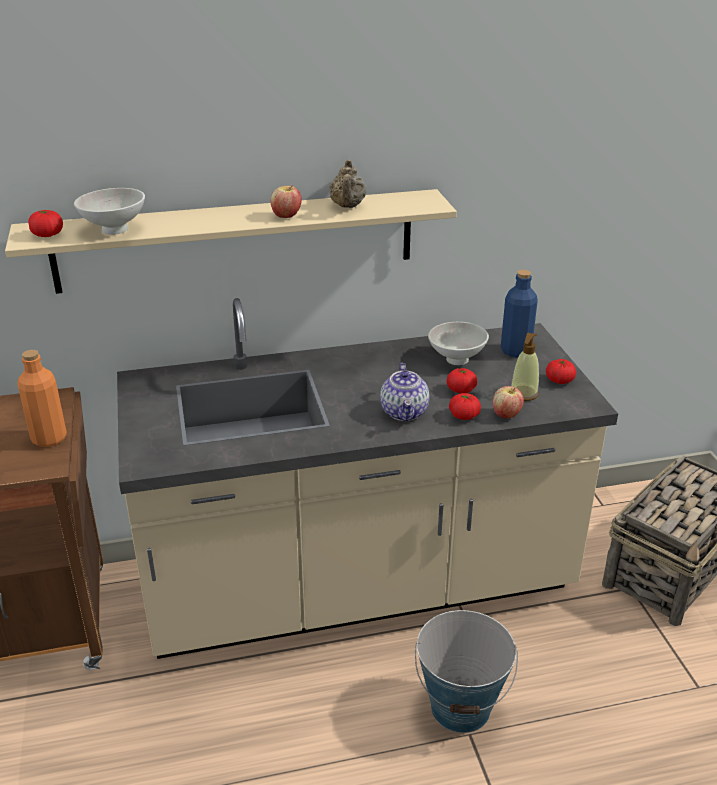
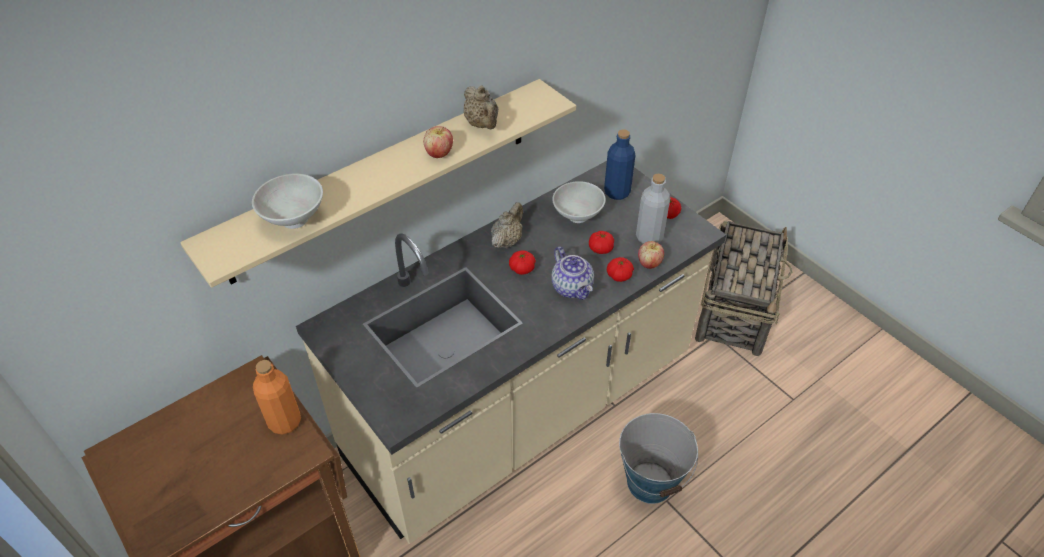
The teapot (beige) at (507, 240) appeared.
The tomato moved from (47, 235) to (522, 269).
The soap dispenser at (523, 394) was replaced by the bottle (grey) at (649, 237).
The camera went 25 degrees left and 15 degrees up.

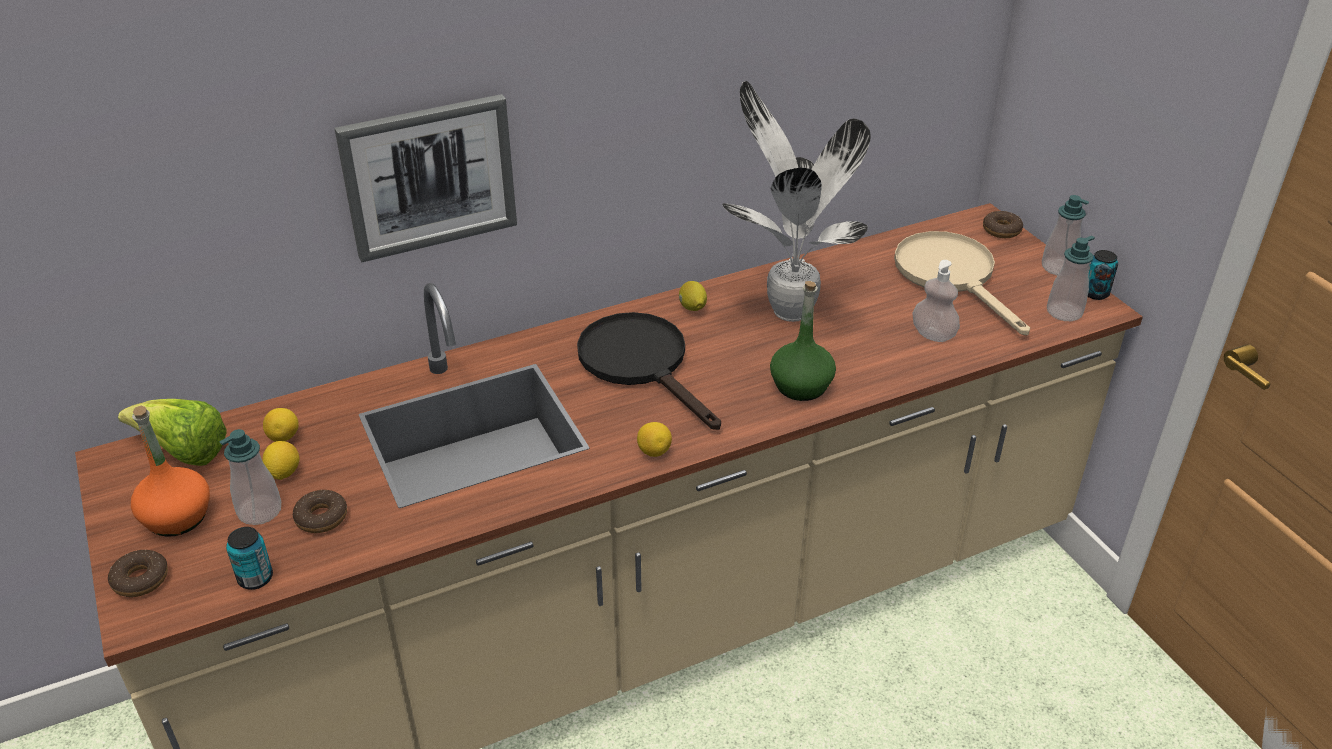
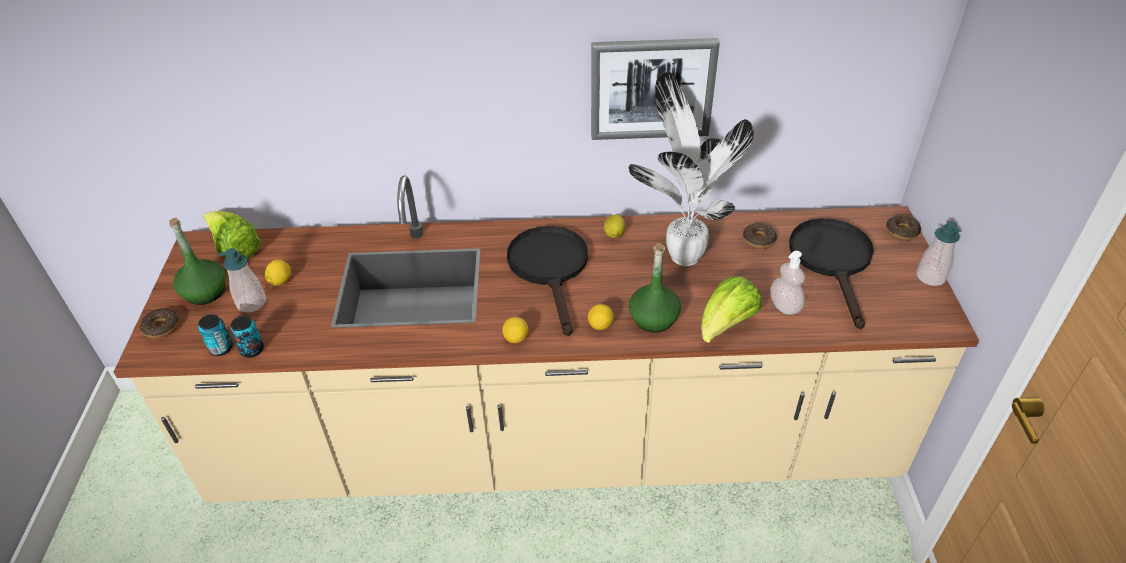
The bottle (orange) at (177, 517) became the bottle (green) at (205, 292).
The can moved from (1095, 293) to (252, 350).
The lemon moved from (284, 437) to (600, 325).
The picture moved from (429, 176) to (652, 88).
The lettuce at (725, 326) appeared.
The donut moved from (321, 517) to (758, 240).
The frying pan (beige) at (952, 276) became the frying pan (black) at (833, 261).
The soap dispenser at (1064, 312) disappeared.
The camera went 25 degrees right and 5 degrees up.

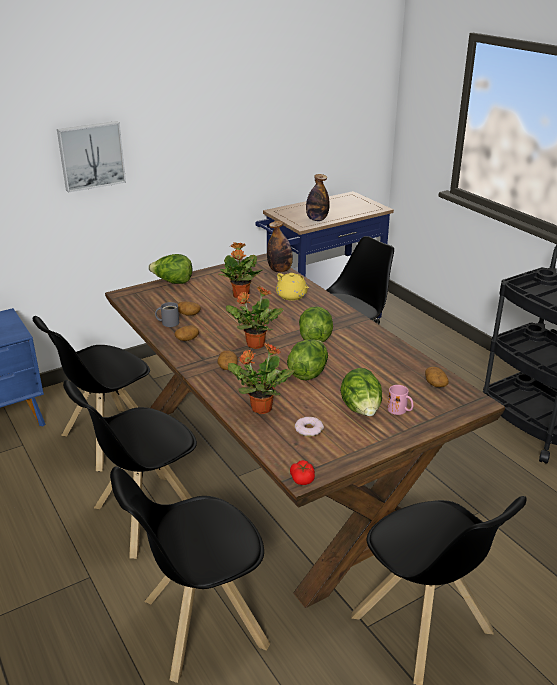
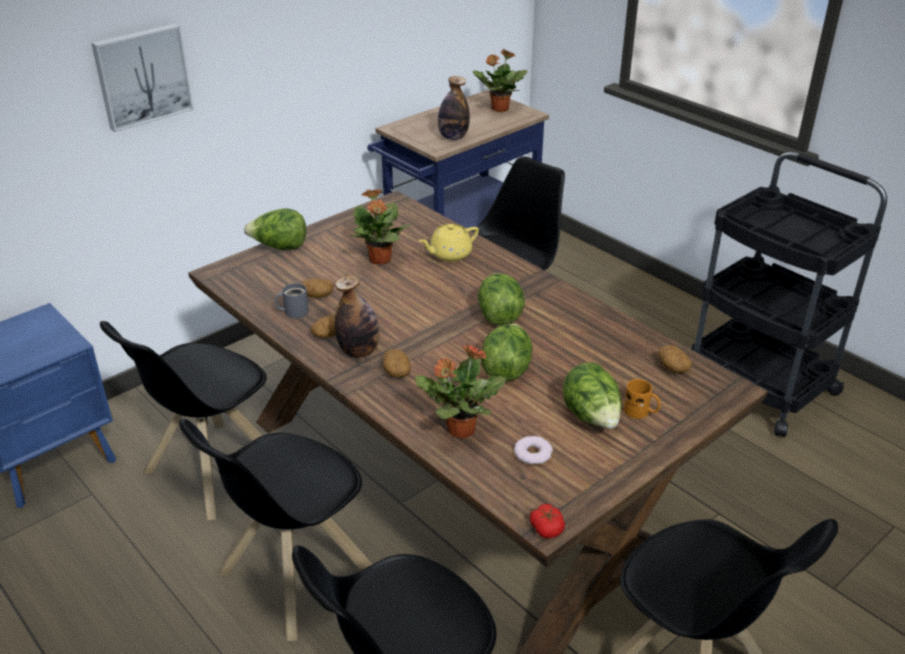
The bottle moved from (280, 270) to (359, 351).
The teapot (yellow) at (292, 296) turned 105 degrees clockwise.
The potted plant moved from (254, 344) to (499, 109).
The mug (pink) at (400, 411) became the mug (orange) at (641, 412).
The camera went 10 degrees left and 5 degrees up.

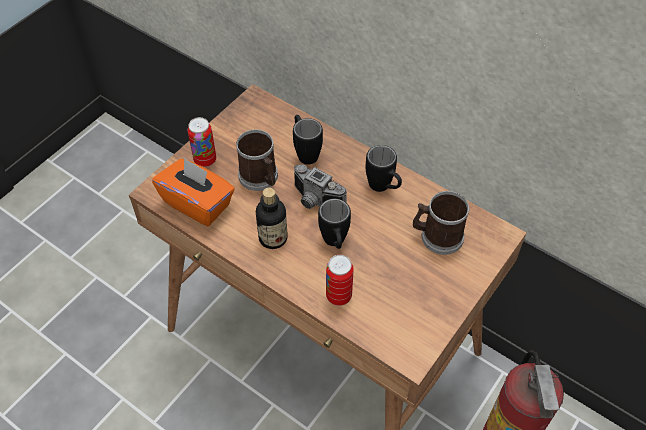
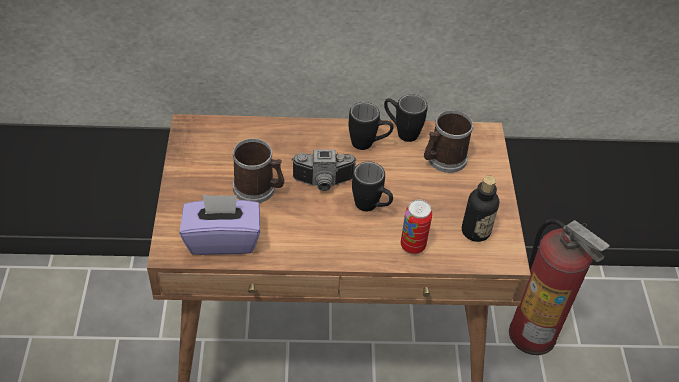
The tissue box (orange) at (198, 203) became the tissue box (purple) at (222, 239).
The mug (black) moved from (305, 152) to (401, 132).
The bottle moved from (273, 238) to (475, 231).
The can at (205, 160) disappeared.
The camera went 40 degrees left and 5 degrees down.

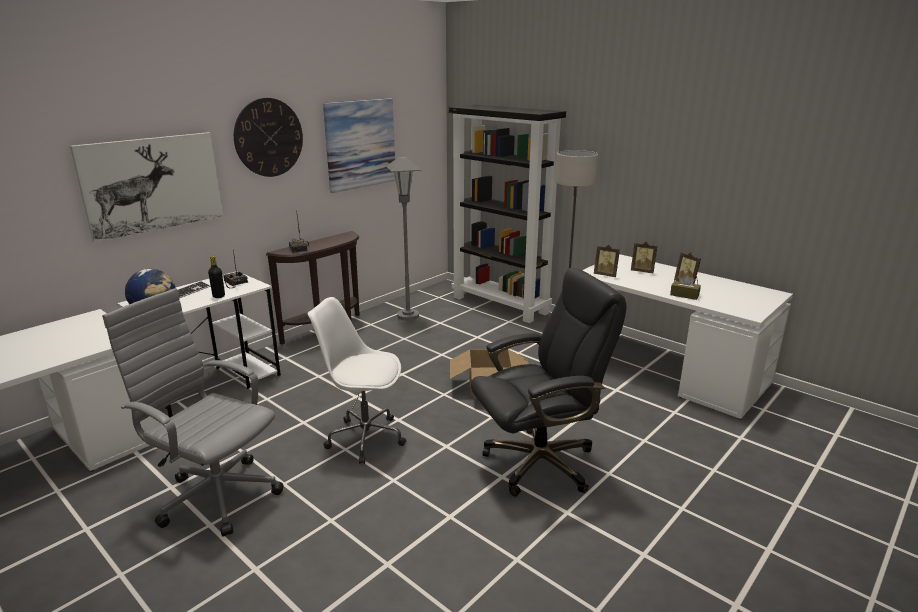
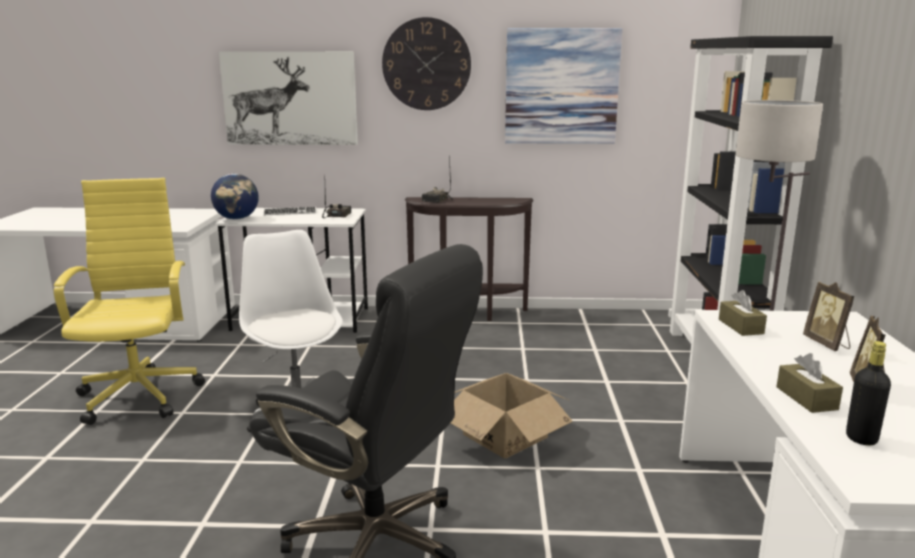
The office chair (grey) at (215, 495) became the office chair (yellow) at (140, 394).
The picture frame at (606, 275) was replaced by the tissue box (brown) at (740, 326).
The bottle (black) moved from (219, 296) to (861, 438).
The floor lamp (grey) at (408, 316) disappeared.
The camera went 50 degrees right and 5 degrees down.

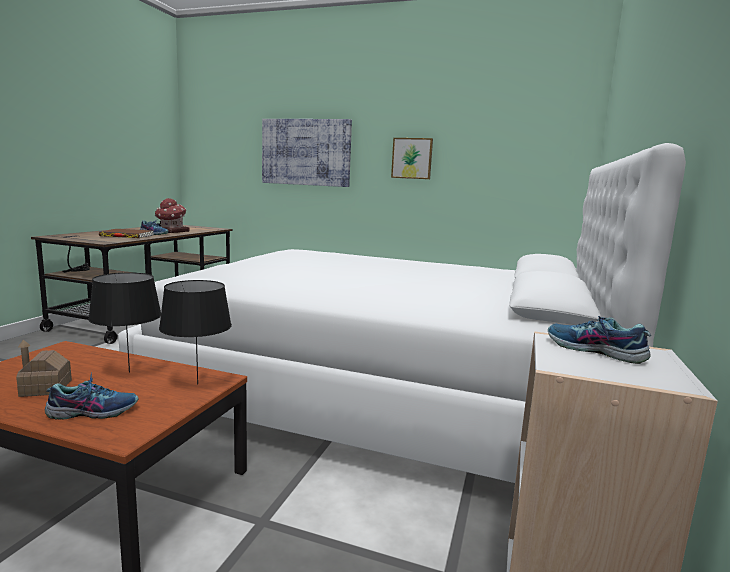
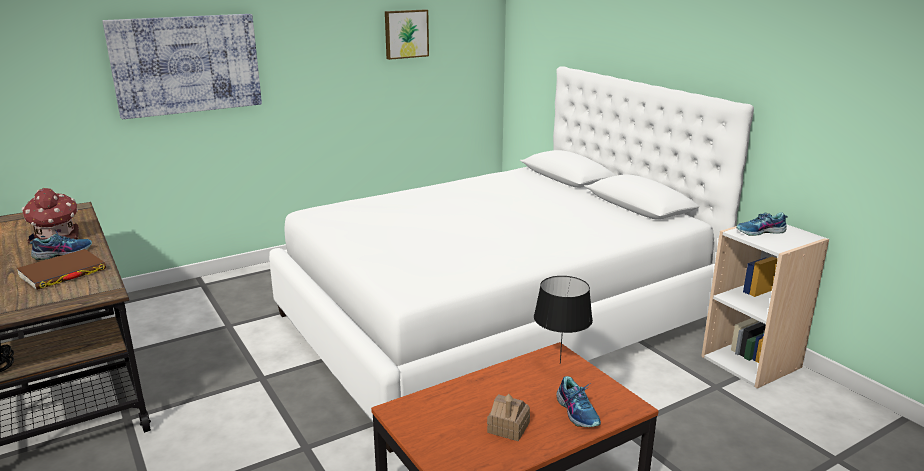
The picture moved from (412, 158) to (406, 34).
The shoe at (93, 411) turned 135 degrees clockwise.
The table lamp (black) at (130, 372) disappeared.
The camera went 50 degrees left and 10 degrees up.

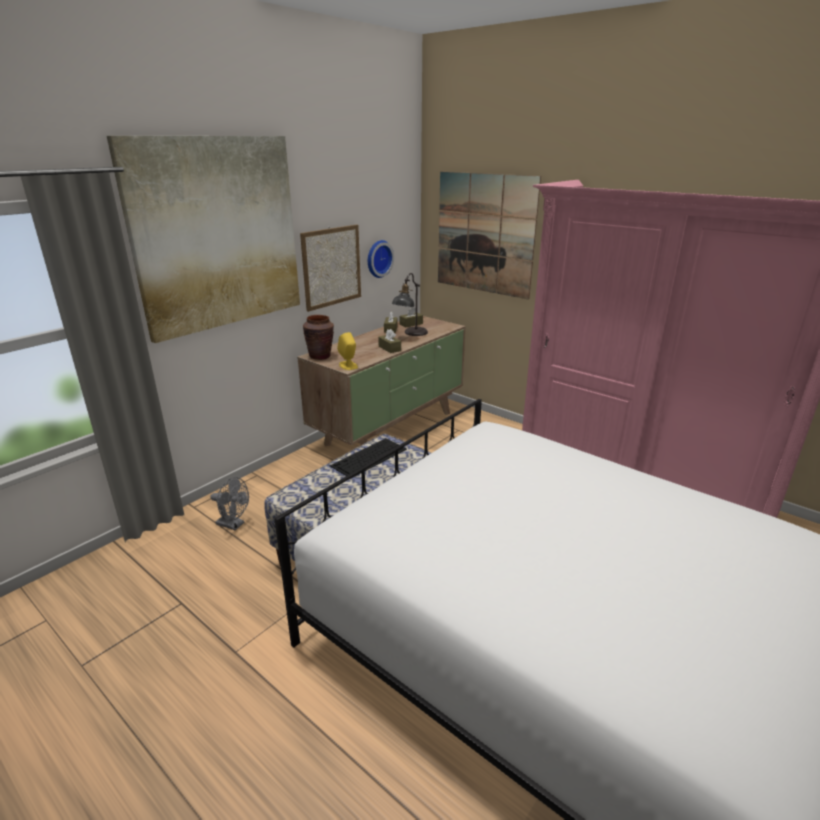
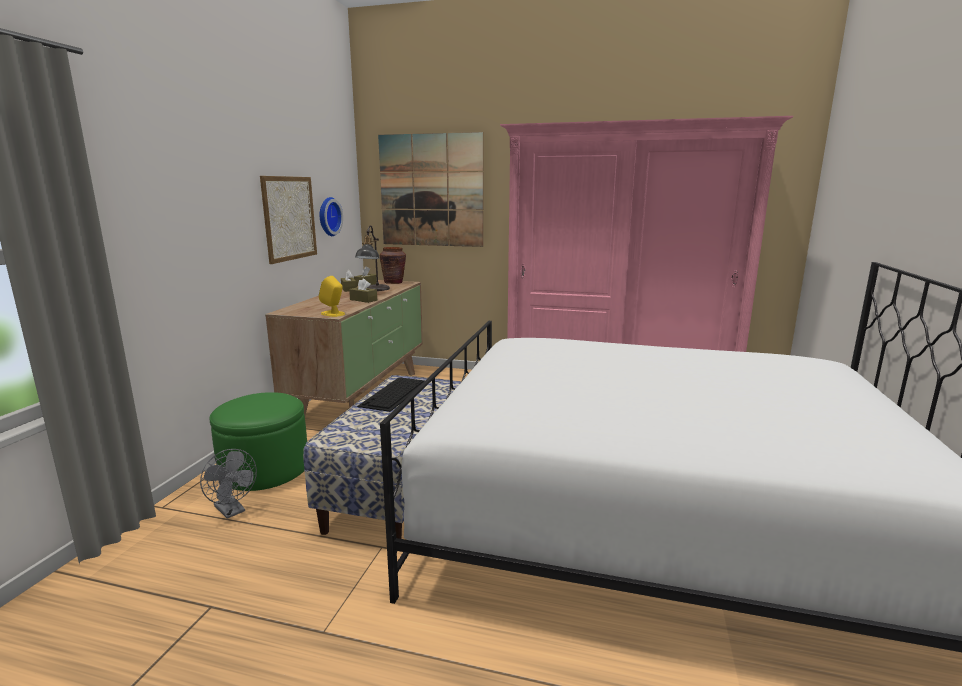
The fan (grey) at (234, 524) turned 45 degrees clockwise.
The ottoman (green) at (265, 469) appeared.
The vase (brown) moved from (320, 356) to (393, 282).
The picture at (218, 234) disappeared.
The camera went 25 degrees left and 10 degrees down.

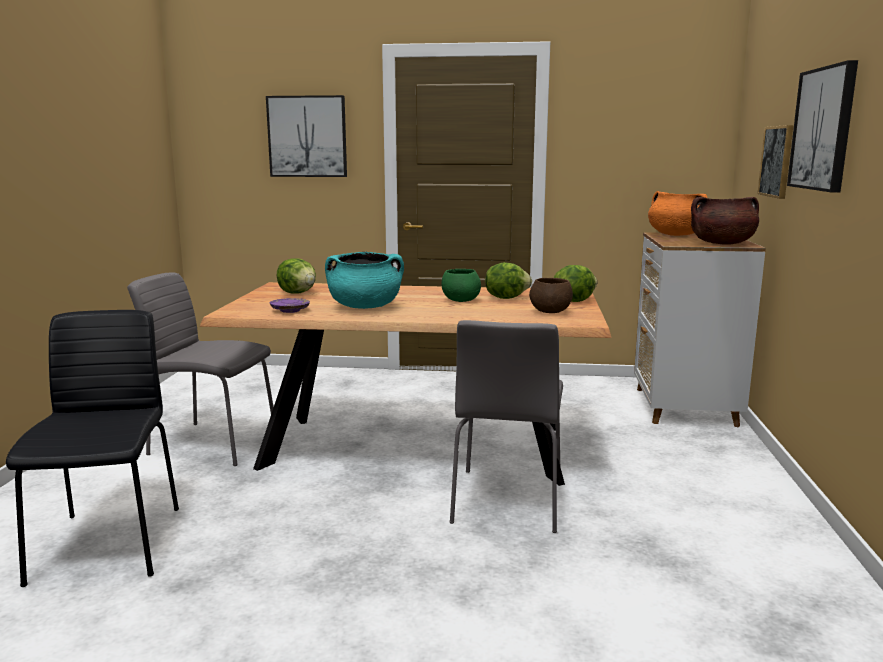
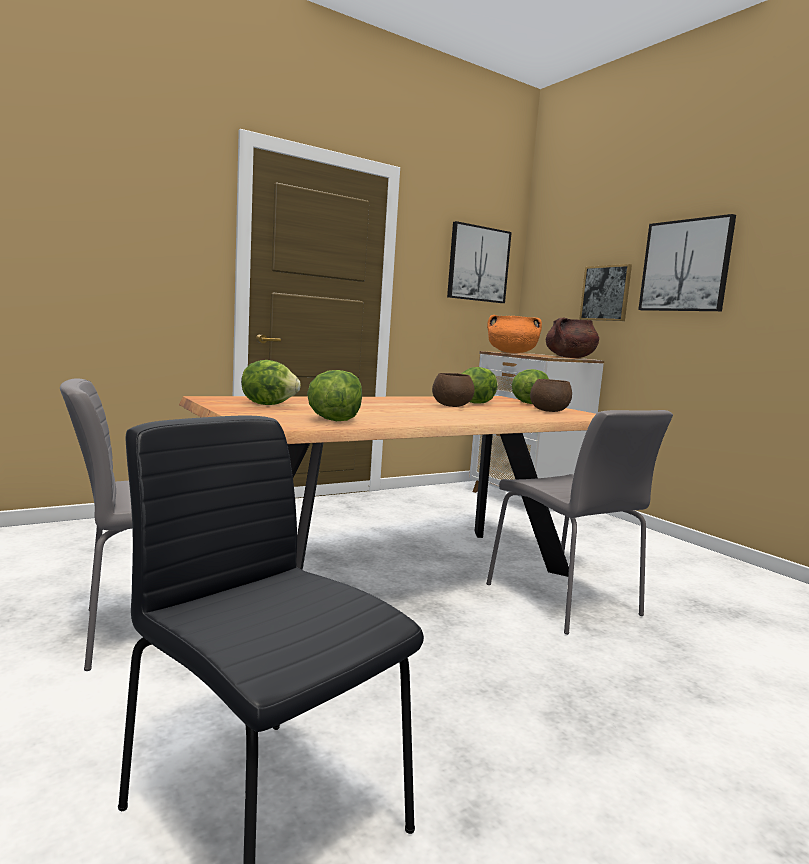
The plate (purple) at (290, 311) was replaced by the lettuce at (334, 420).
The bowl (green) at (460, 300) became the bowl (brown) at (451, 406).
The picture moved from (307, 136) to (478, 264).
The cooking pot (turquoise) at (365, 307) disappeared.
The camera went 40 degrees left and 5 degrees down.

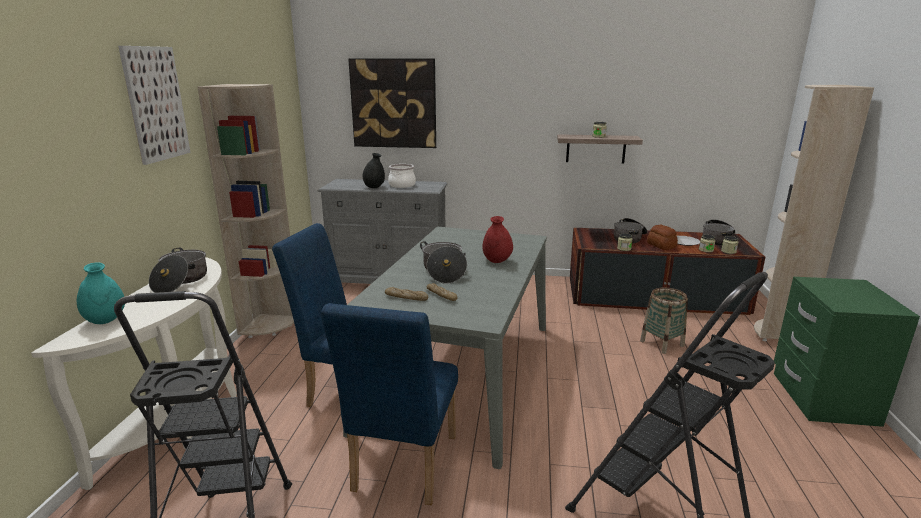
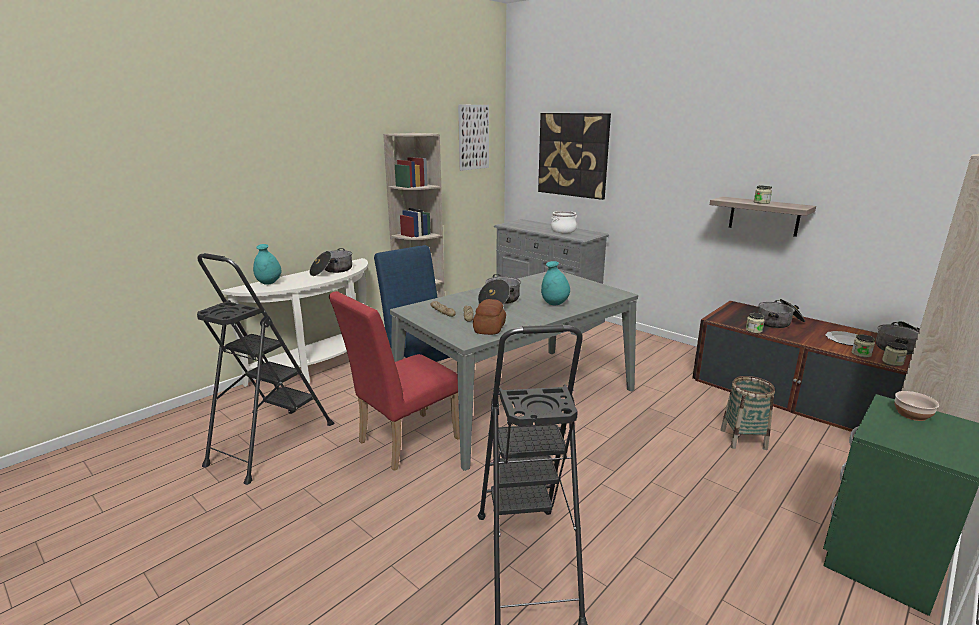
The chair (blue) at (402, 469) became the chair (red) at (402, 442).
The picture moved from (155, 104) to (473, 137).
The bread moved from (661, 246) to (489, 328).
The vase (red) at (497, 261) became the vase (turquoise) at (554, 304).
The bowl at (911, 414) appeared.
The vase (black) at (374, 187) disappeared.
The camera went 35 degrees right and 0 degrees up.

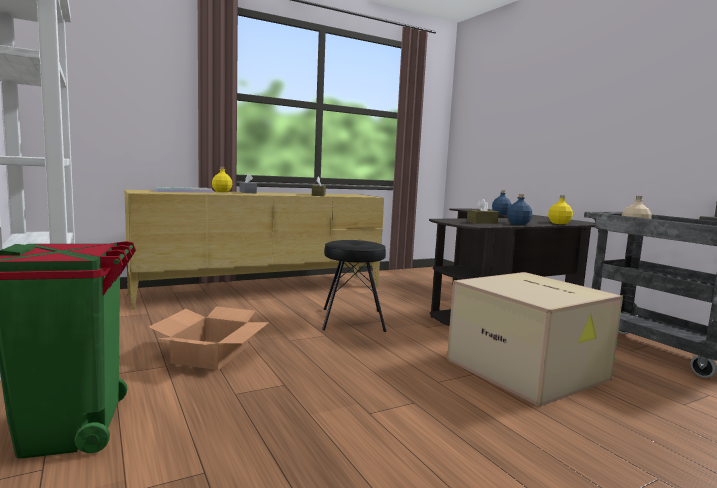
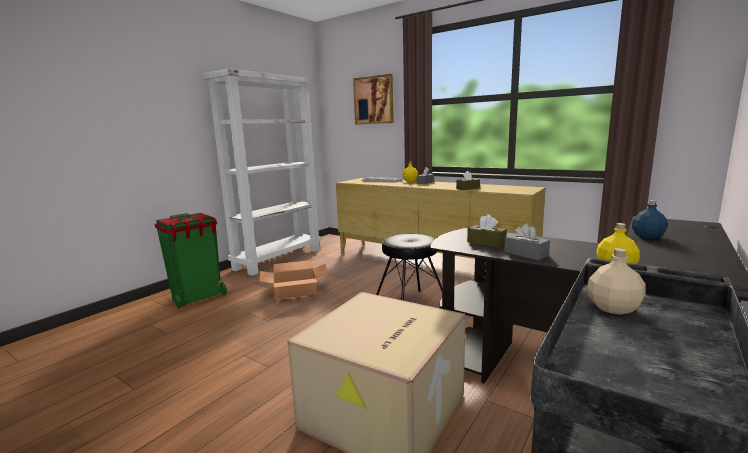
The picture at (373, 100) appeared.
The bottle (blue) at (518, 224) was replaced by the tissue box (grey) at (526, 254).
The camera went 65 degrees right and 5 degrees up.

